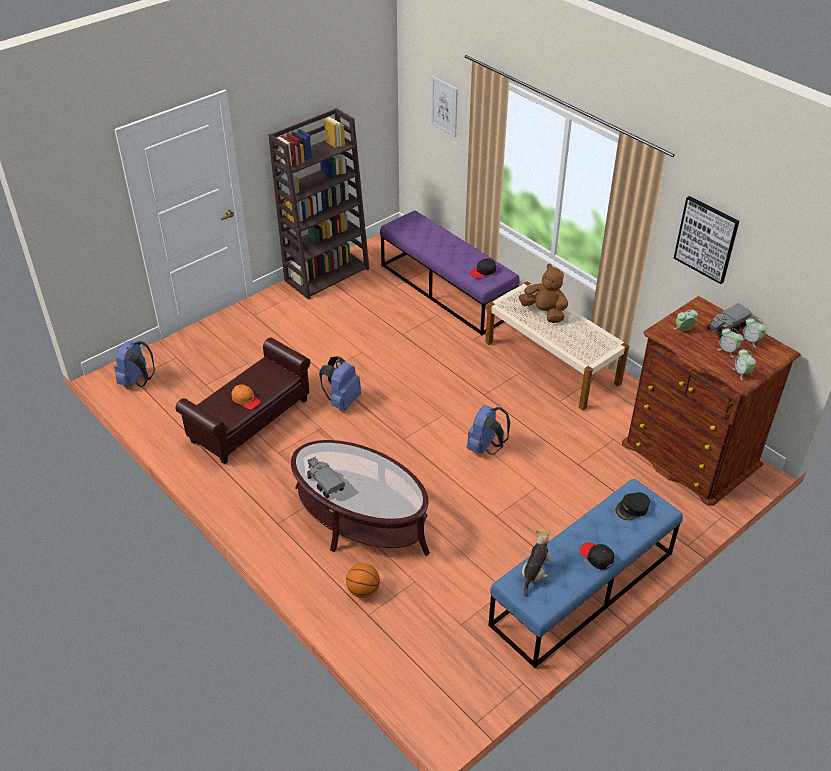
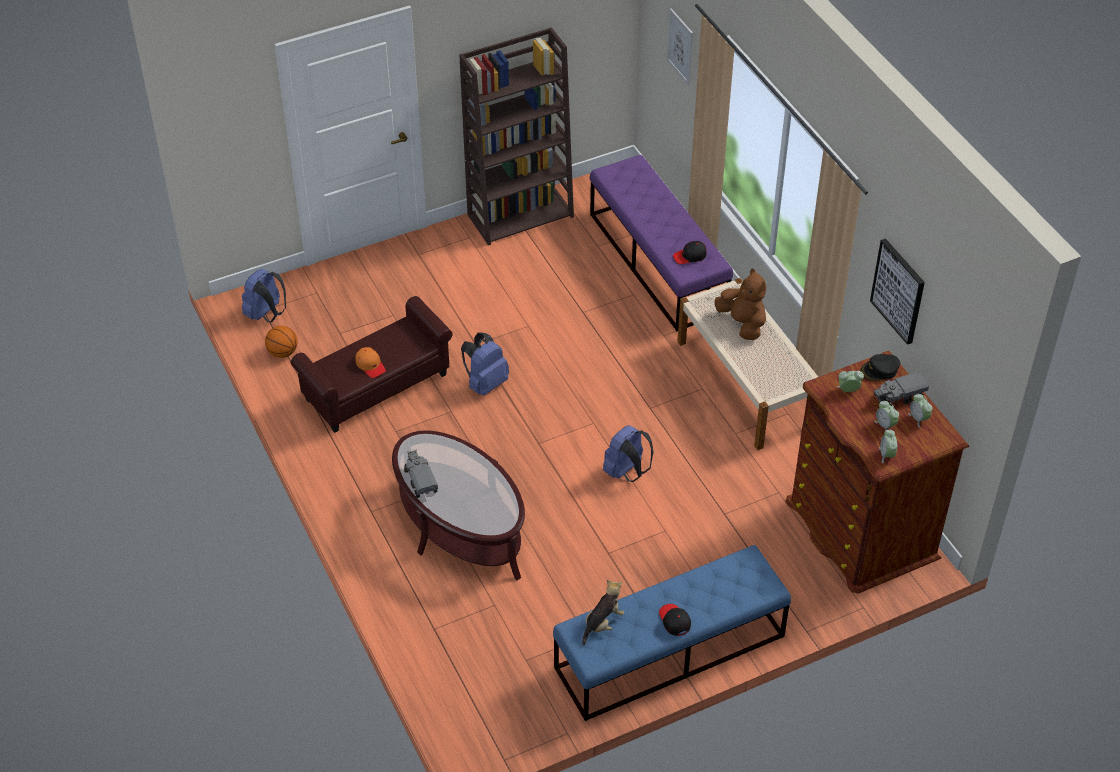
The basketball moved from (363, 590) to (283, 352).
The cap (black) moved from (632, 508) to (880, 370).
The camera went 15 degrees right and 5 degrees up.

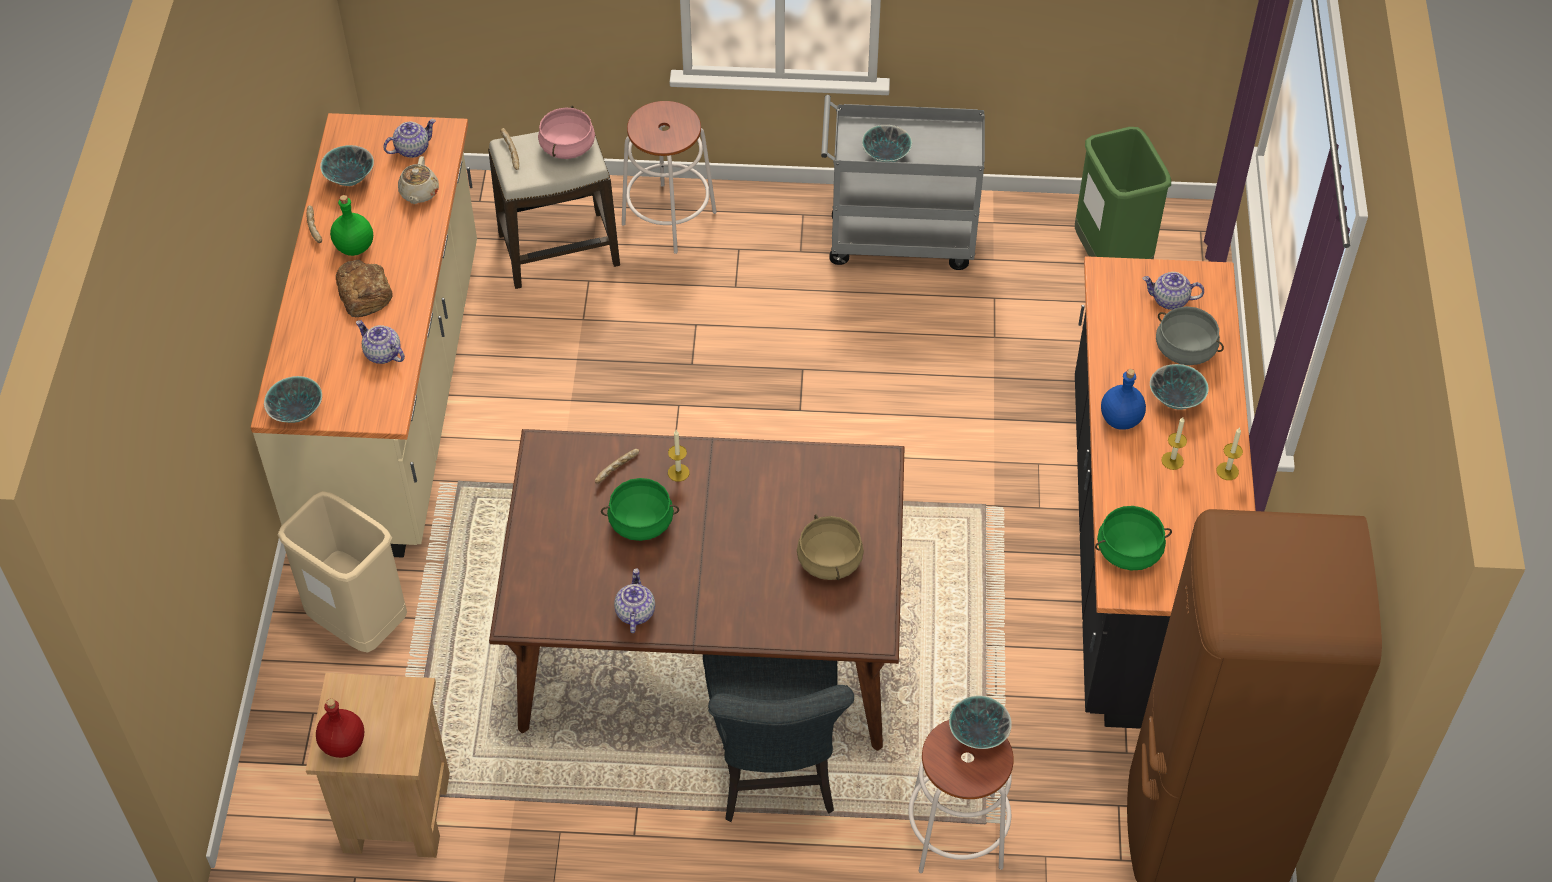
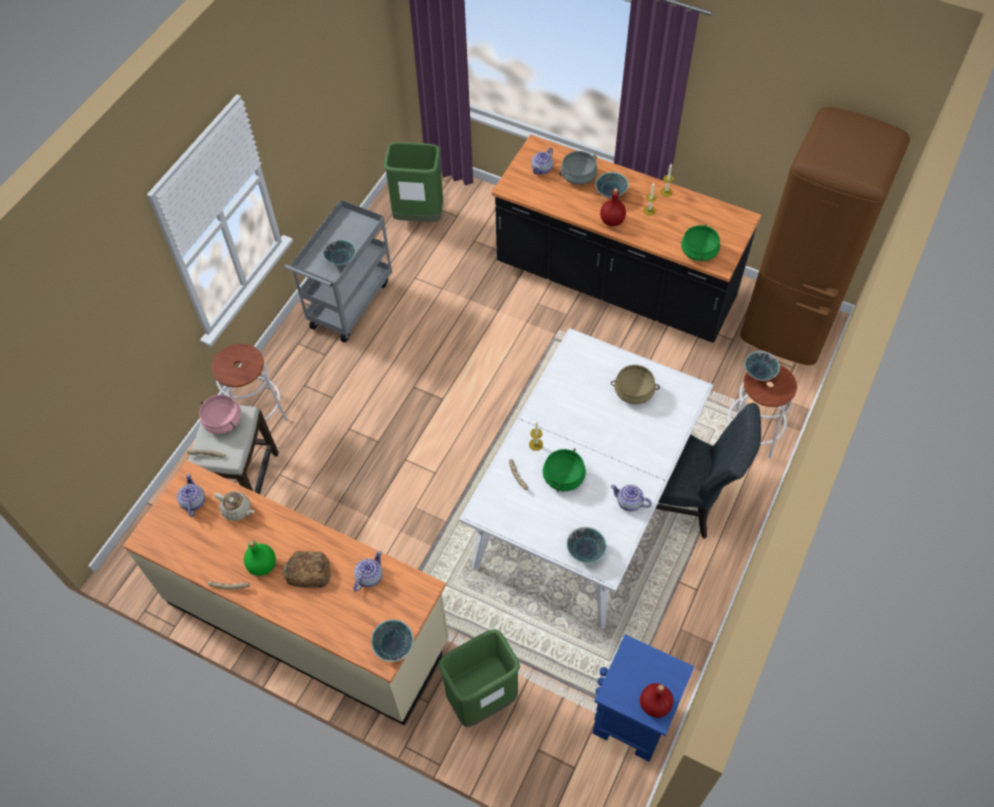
The teapot at (382, 354) turned 150 degrees clockwise.
The trash can (beige) at (359, 624) became the trash can (green) at (482, 699).
The dining table (brown) at (706, 644) became the dining table (white) at (584, 507).
The bowl moved from (350, 180) to (585, 552).
The nightstand (beige) at (396, 811) became the nightstand (blue) at (631, 719).
The bottle (blue) at (1121, 419) became the bottle (red) at (612, 220).
The camera went 65 degrees left and 5 degrees up.

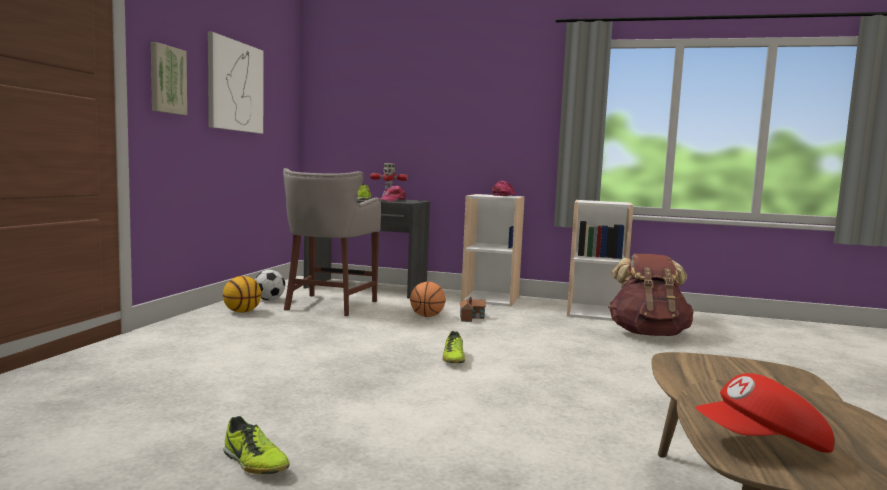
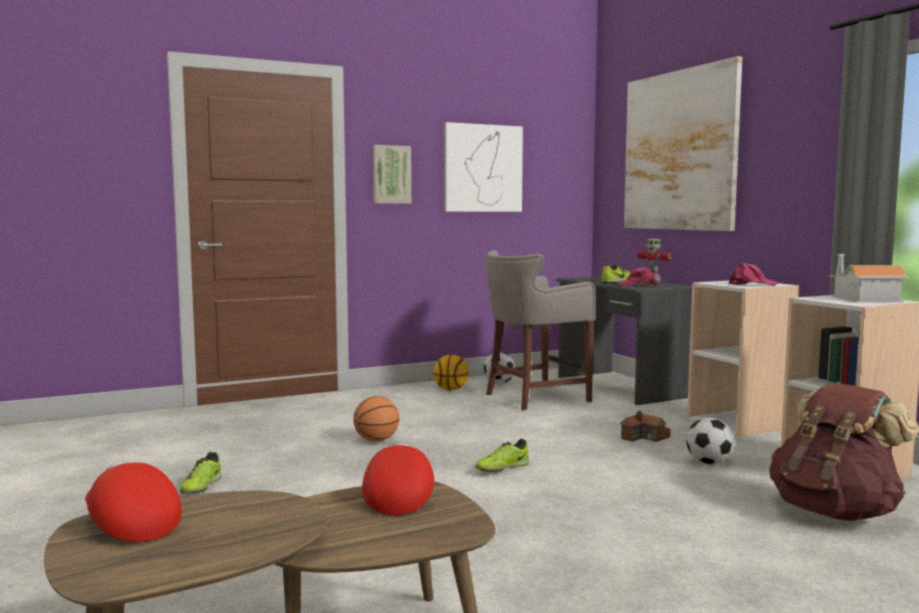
The basketball moved from (427, 316) to (376, 440).
The cap (red) at (398, 498) appeared.
The picture at (679, 151) appeared.
The football at (709, 463) appeared.
The toy house at (862, 299) appeared.
The camera went 50 degrees right and 0 degrees up.

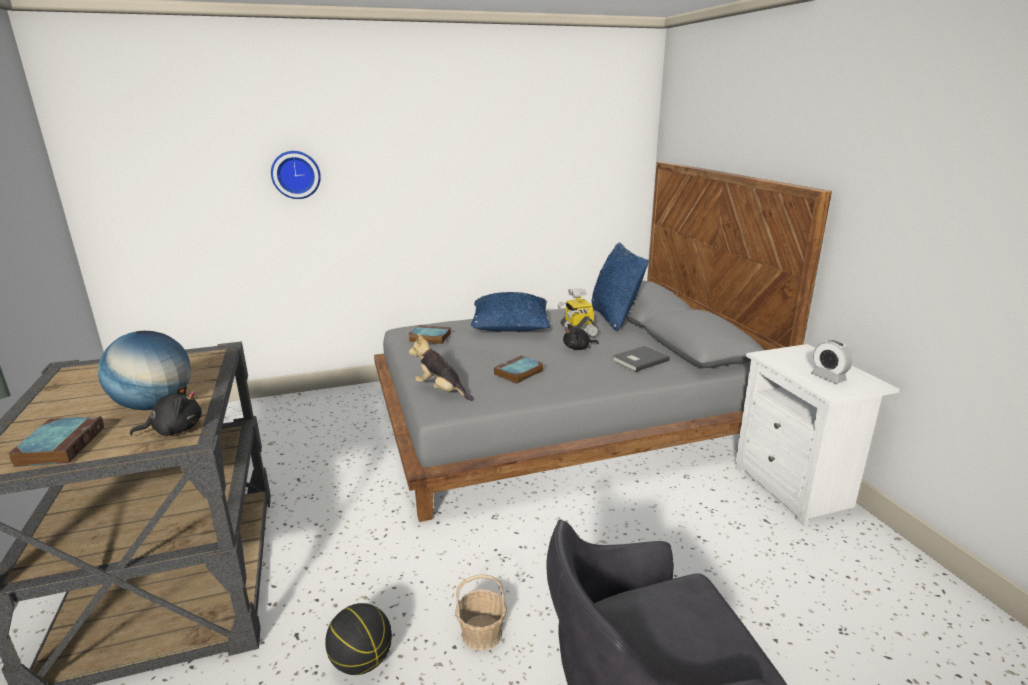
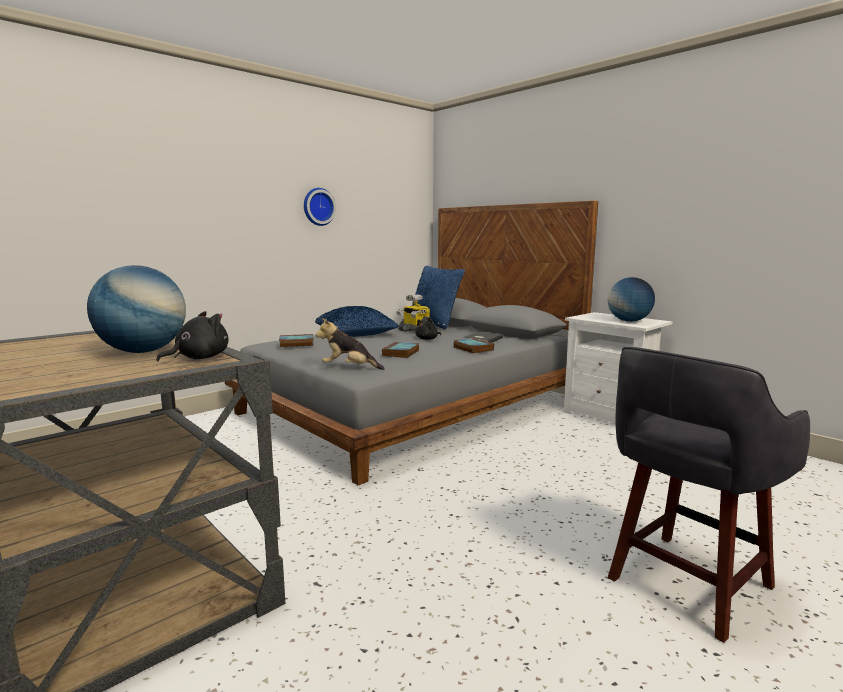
The wall clock moved from (296, 174) to (318, 207).
The book moved from (61, 445) to (472, 348).
The alarm clock at (828, 377) was replaced by the globe at (629, 321).
The basketball at (362, 661) disappeared.
The basket at (482, 633) disappeared.
The camera went 25 degrees left and 10 degrees down.

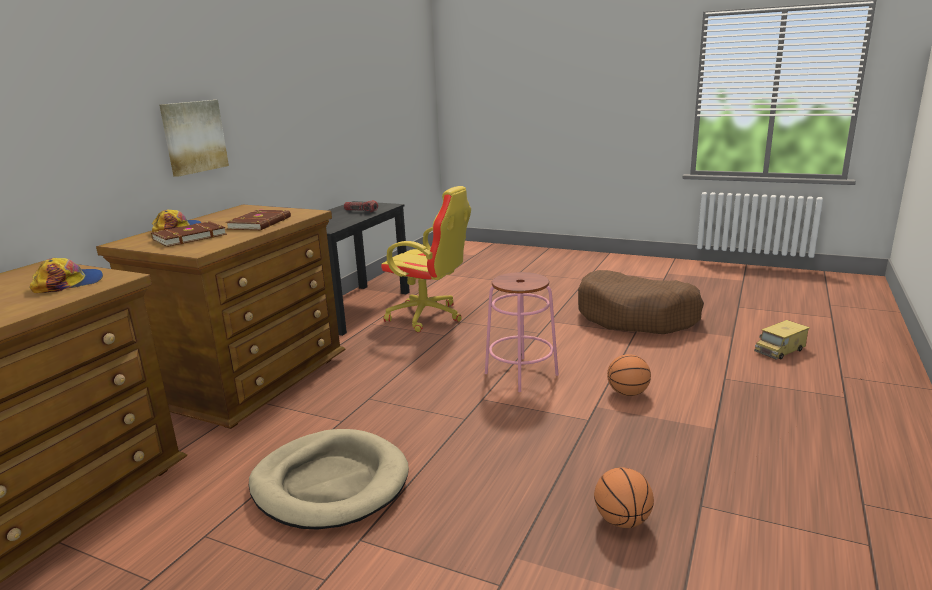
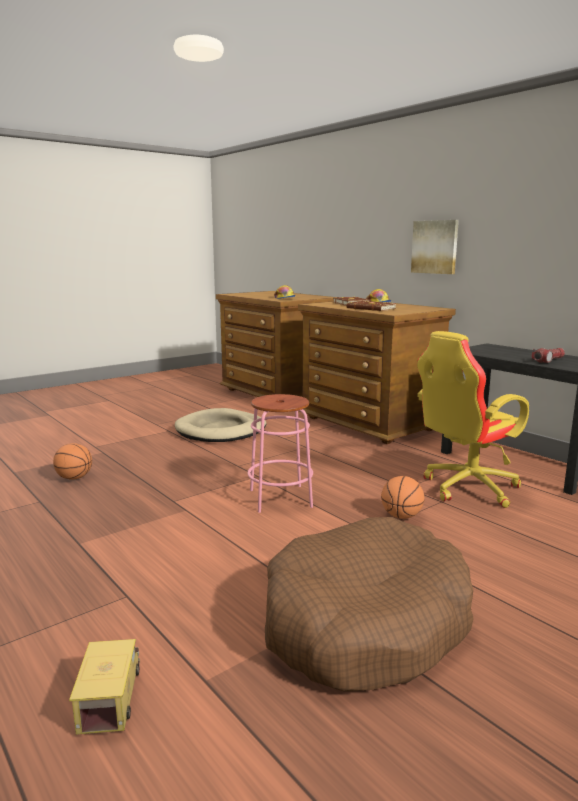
The basketball moved from (628, 393) to (401, 516).
The camera went 115 degrees right and 5 degrees down.

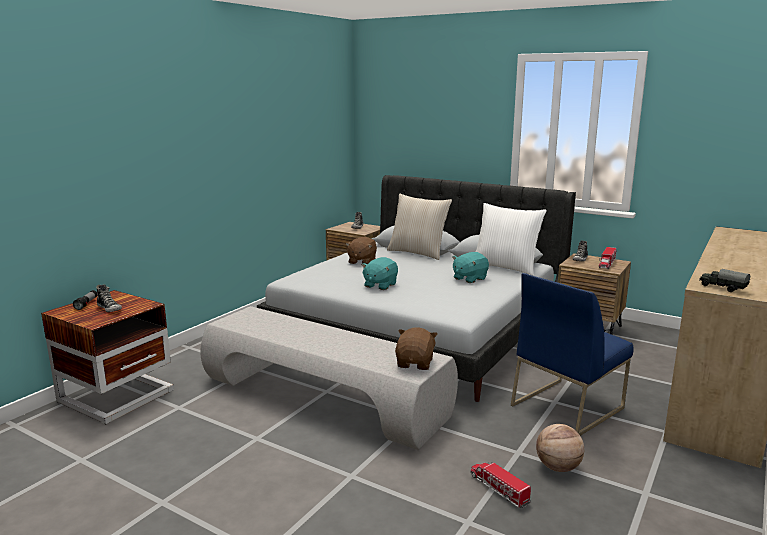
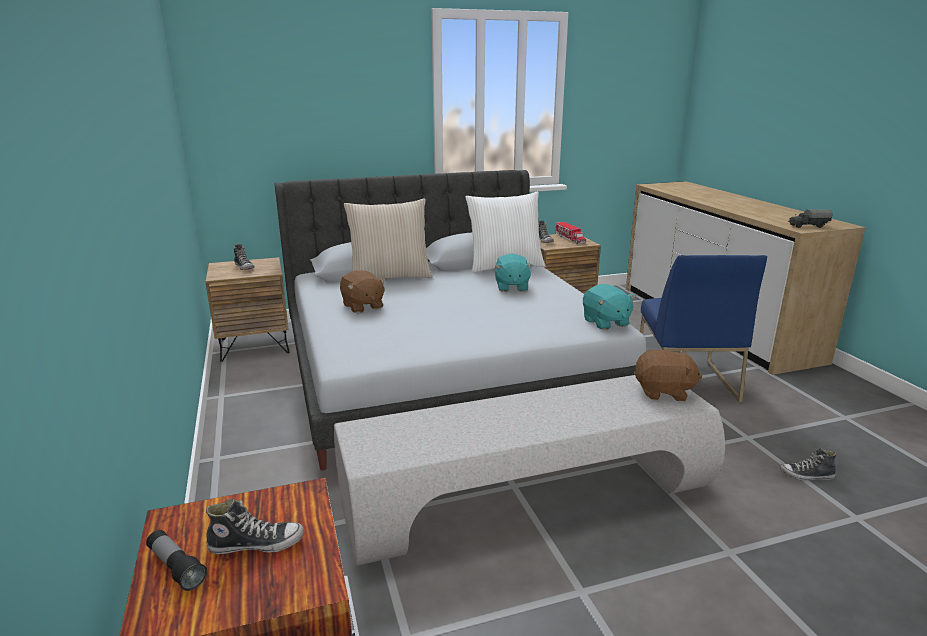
The plush toy (turquoise) moved from (380, 285) to (605, 322).
The plush toy (brown) at (415, 363) turned 135 degrees clockwise.
The toy truck at (499, 489) was replaced by the shoe at (806, 475).
The basketball at (558, 467) disappeared.
The camera went 50 degrees left and 5 degrees up.

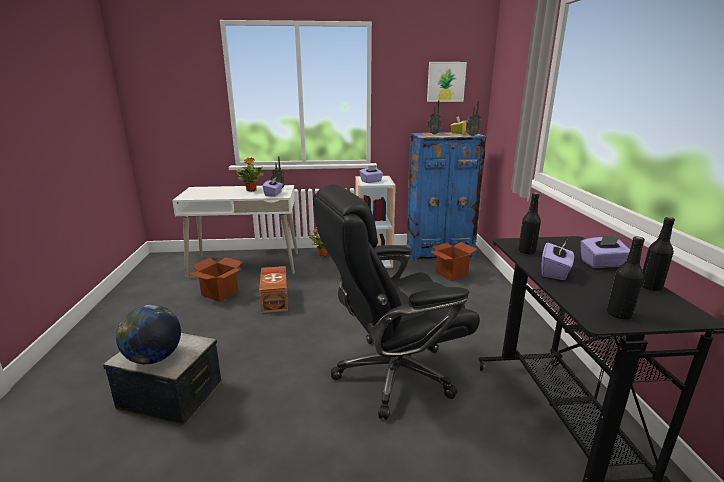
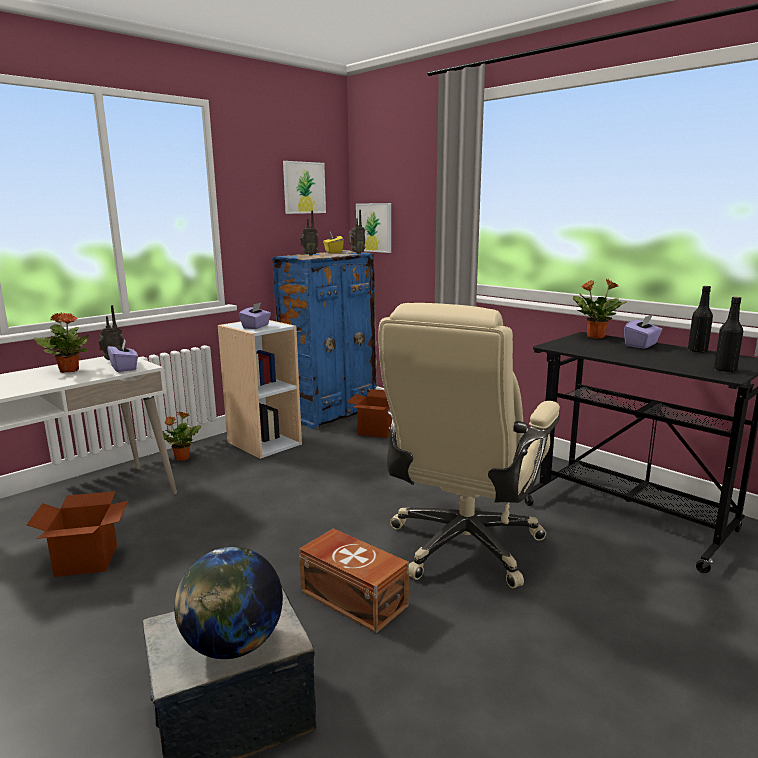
The storage box (brown) moved from (275, 299) to (353, 597).
The picture at (374, 227) appeared.
The office chair (black) at (393, 374) became the office chair (beige) at (465, 545).
The potted plant at (594, 336) appeared.
The bottle (black) at (526, 251) disappeared.
The tissue box (purple) at (555, 272) disappeared.
The camera went 40 degrees left and 5 degrees down.

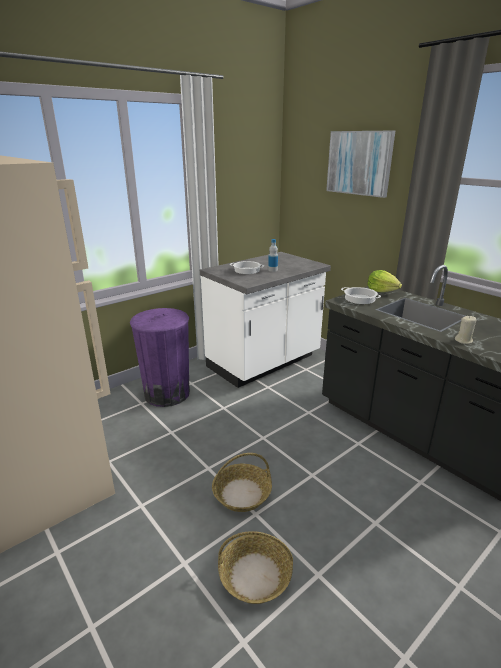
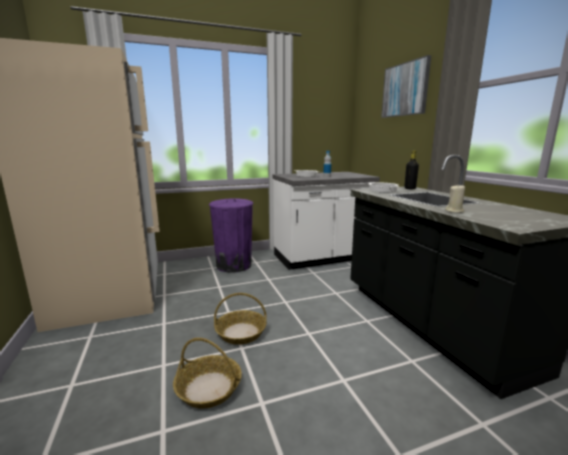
The lettuce at (382, 291) was replaced by the bottle (black) at (410, 188).
The camera went 20 degrees right and 10 degrees down.

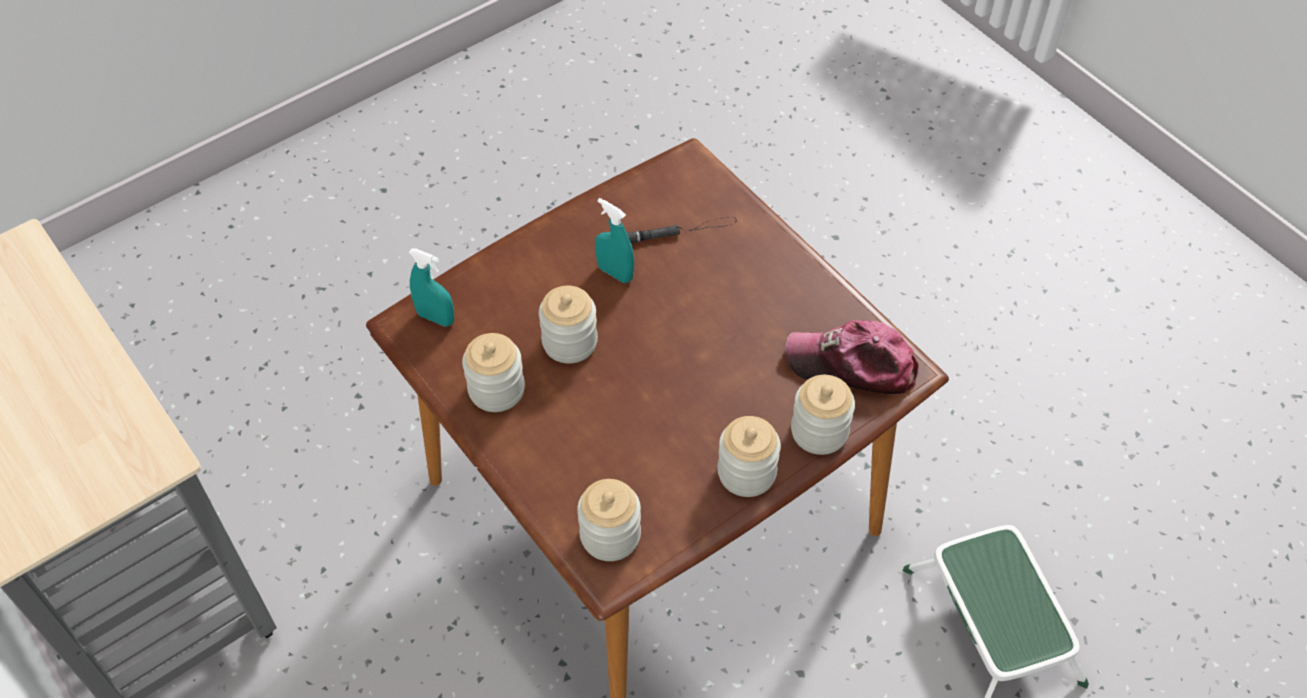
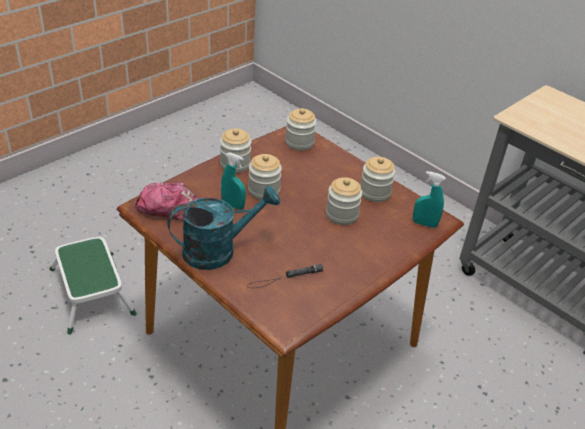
The watering can (turquoise) at (218, 250) appeared.
The spray bottle (turquoise) moved from (615, 273) to (233, 205).
The jar moved from (819, 431) to (264, 190).
The camera went 170 degrees right and 15 degrees down.

